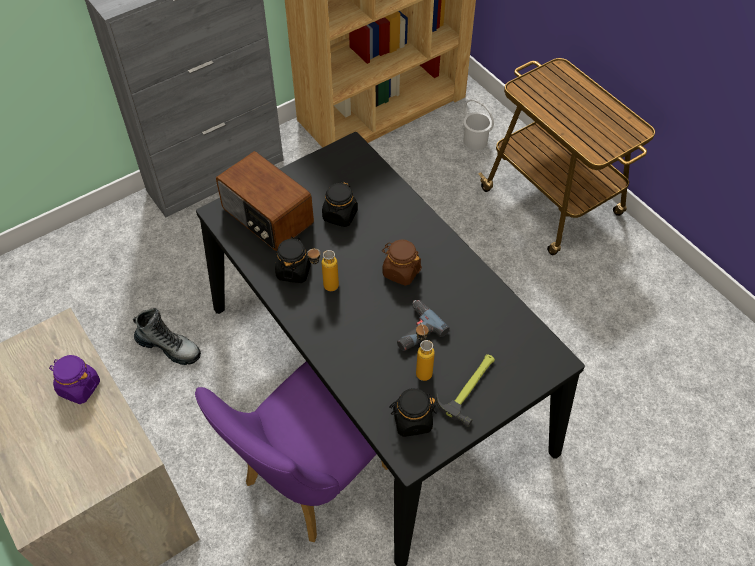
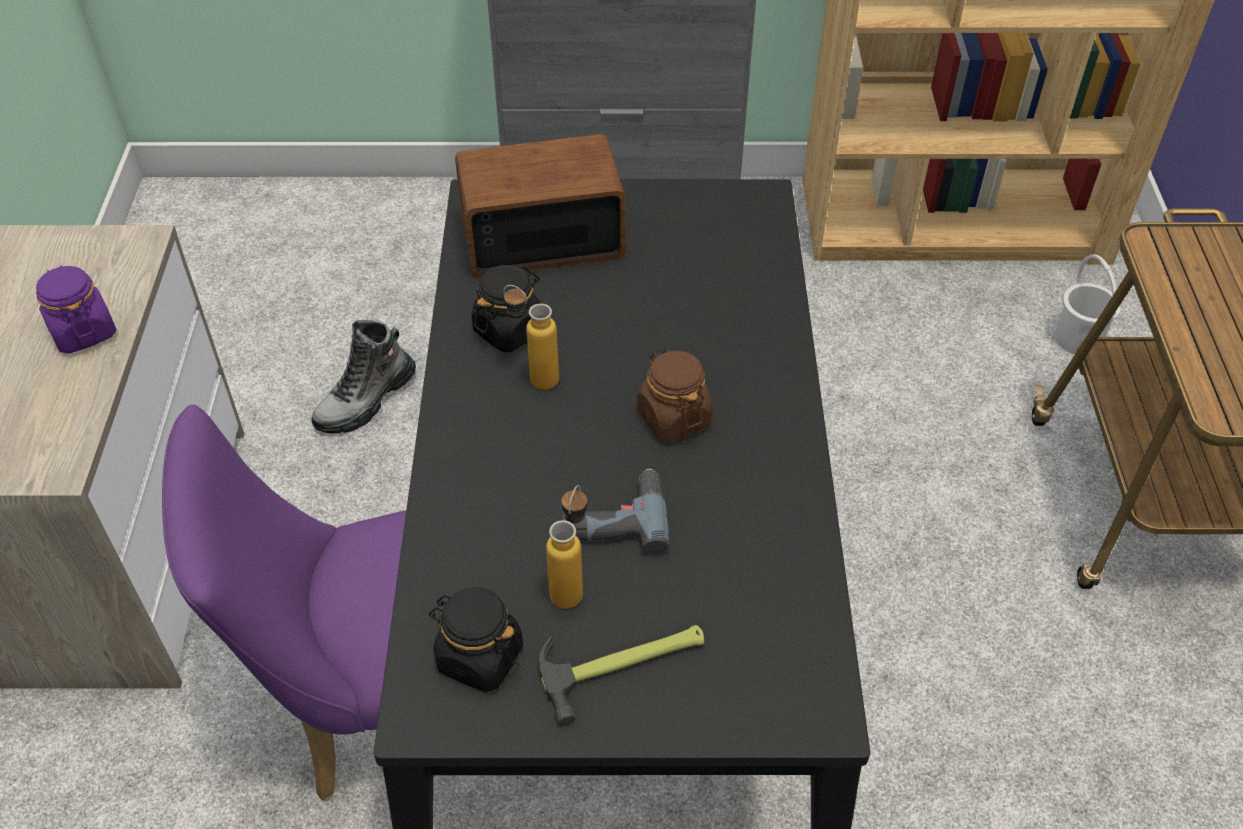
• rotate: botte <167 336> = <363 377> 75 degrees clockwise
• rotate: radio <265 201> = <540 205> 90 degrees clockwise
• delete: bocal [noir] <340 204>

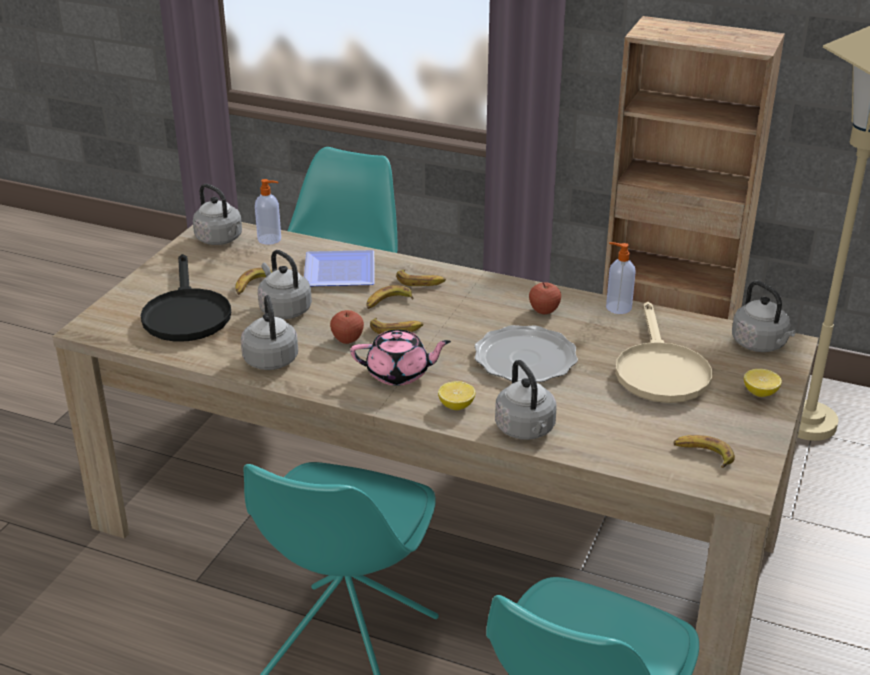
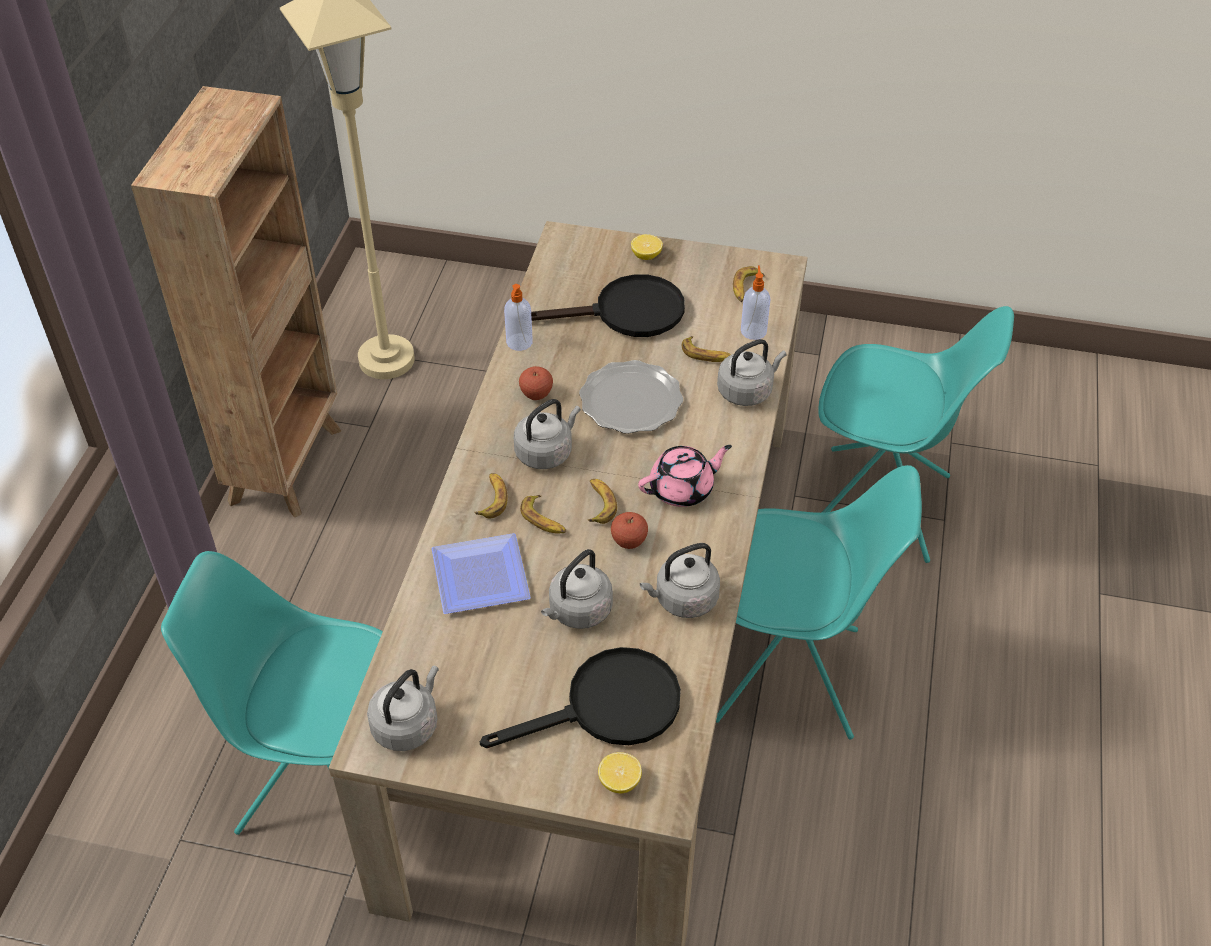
• move: bouilloire [gris] <764 316> to <547 434>
• recolor: poêle [beige] <663 352> to poêle [noir] <608 305>
• move: citron <456 395> to <620 773>
• rotate: théière [rose] <400 358> = <685 476> 75 degrees clockwise
• move: banane <253 281> to <706 349>
• move: distributeur de savon <268 212> to <756 302>

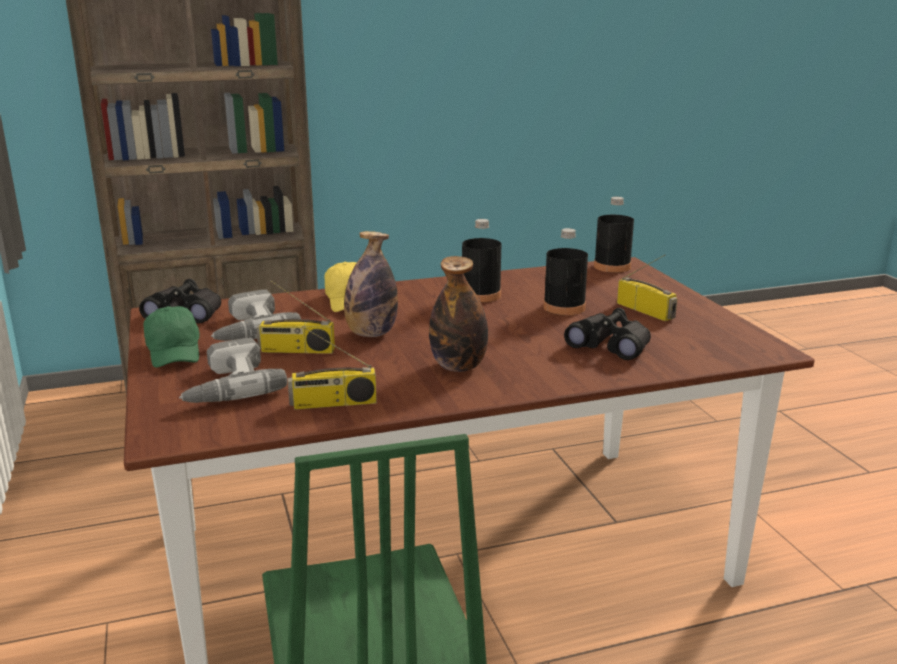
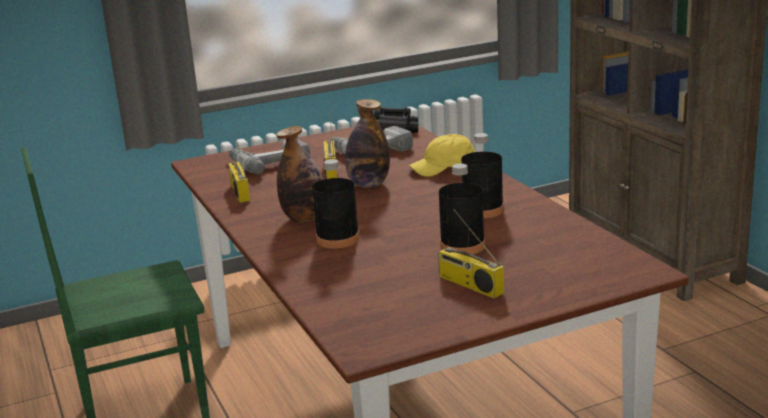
• move: bouteille [noir] <614 235> to <335 203>
• rotate: radio <647 288> = <471 253> 90 degrees clockwise
• delete: casquette [vert] <172 337>
• delete: jumelles [noir] <607 334>

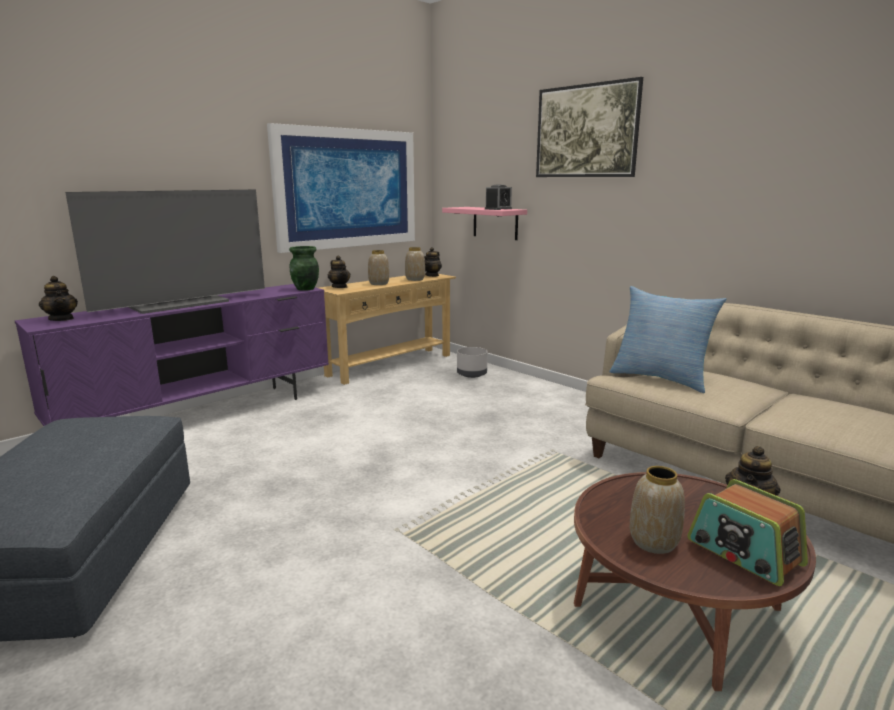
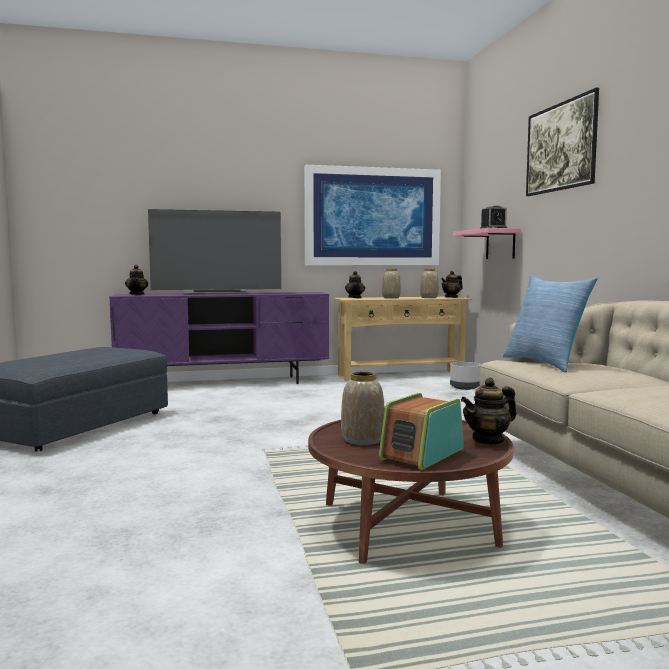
• rotate: radio <747 532> = <421 431> 45 degrees clockwise
• delete: vase [vert] <304 268>

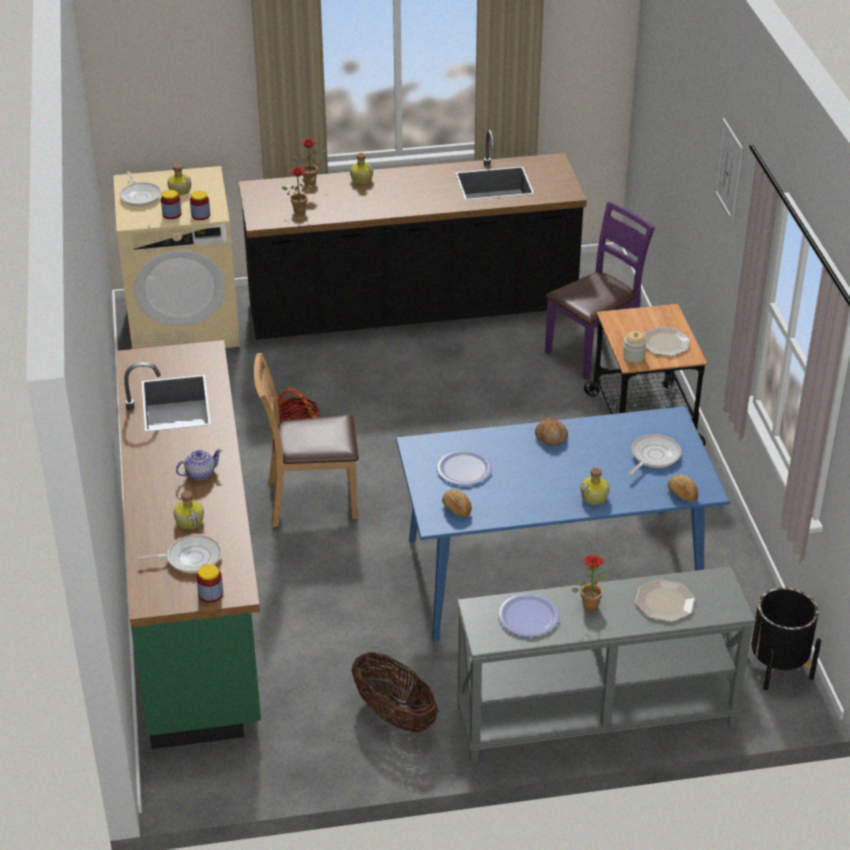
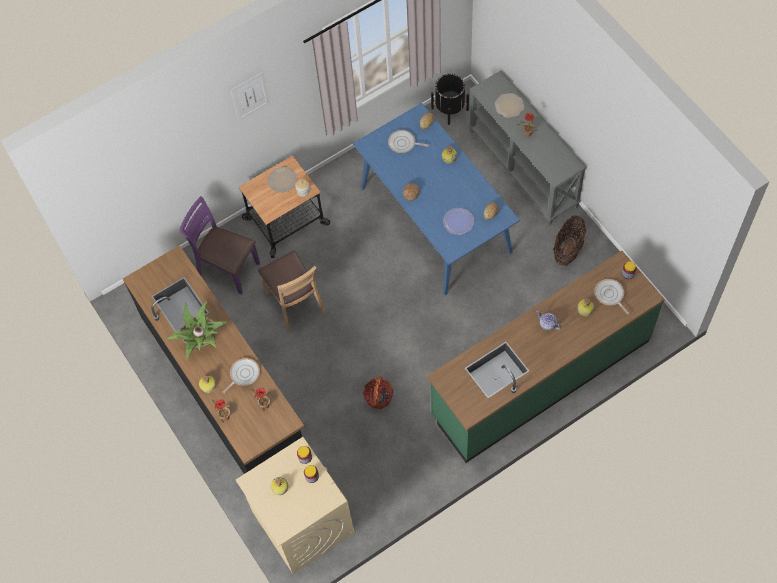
• insert: plante en pot <196 330>
• move: poêle <140 189> to <241 376>
• move: chaise [marron] <306 440> to <291 291>
• delete: assiette <529 615>

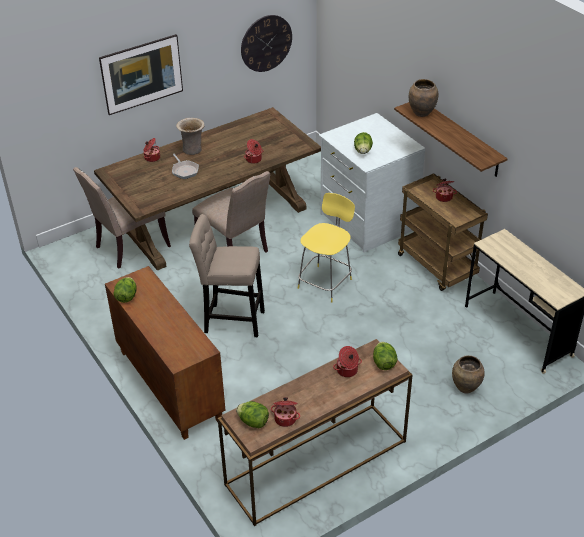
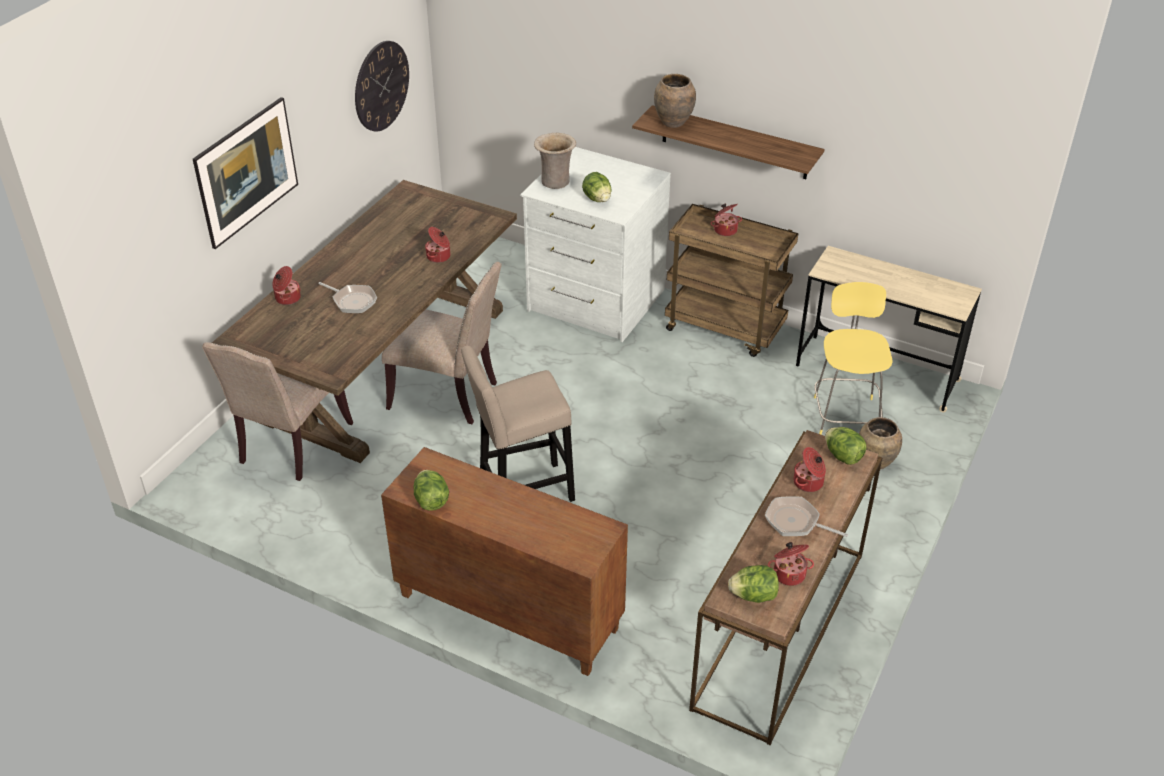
• move: vase [beige] <190 136> to <555 161>
• insert: poêle <806 516>
• move: tabouret [jaune] <326 247> to <853 358>

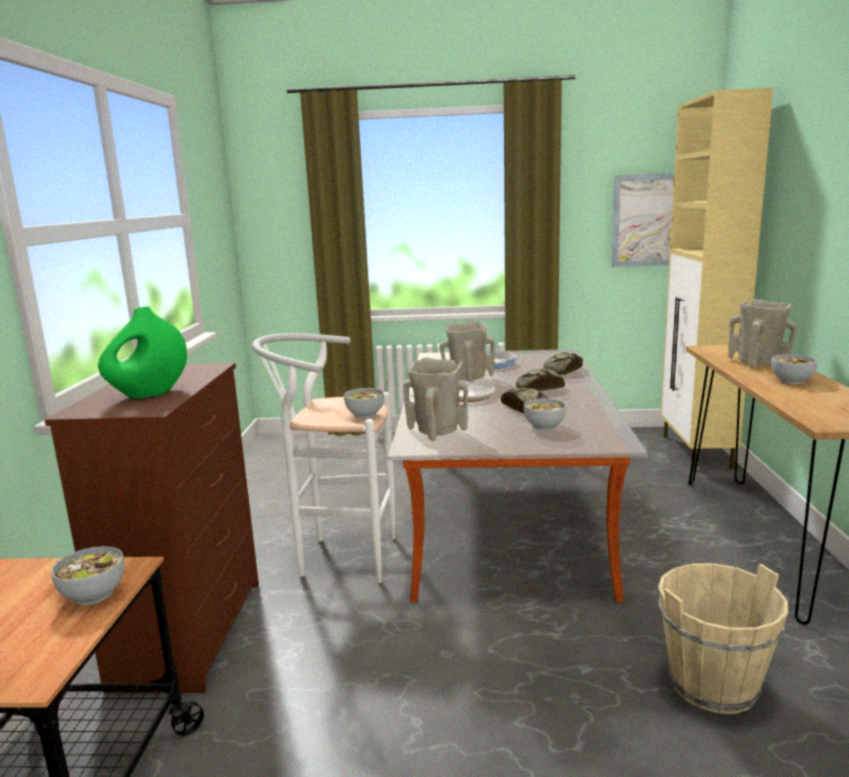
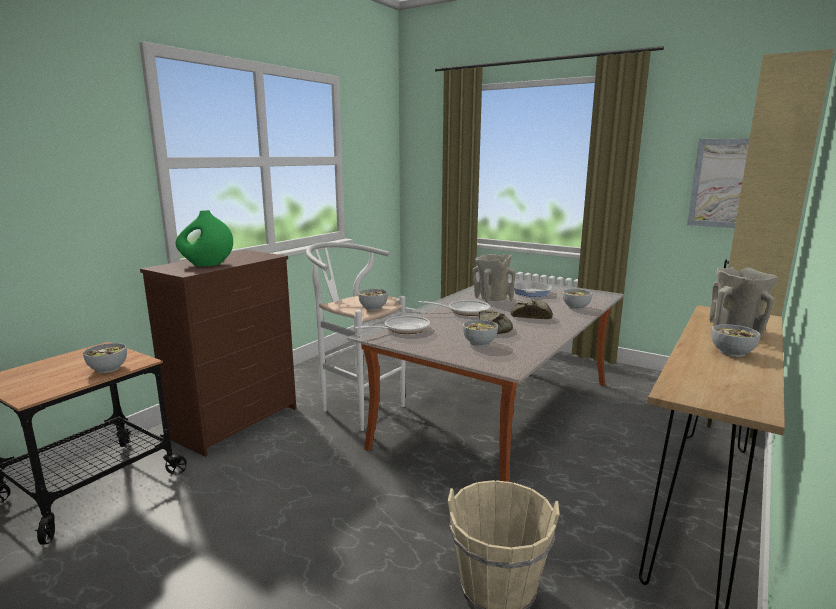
• replace: vase [beige] <435 399> to poêle <392 325>
• replace: pain <563 363> to bol <577 299>

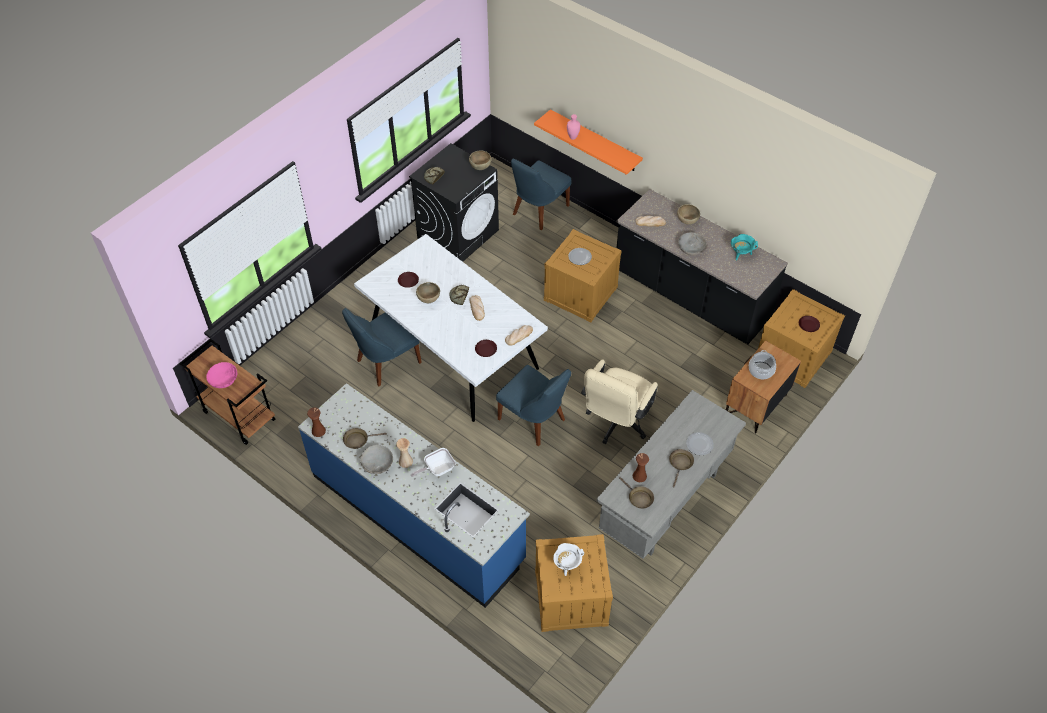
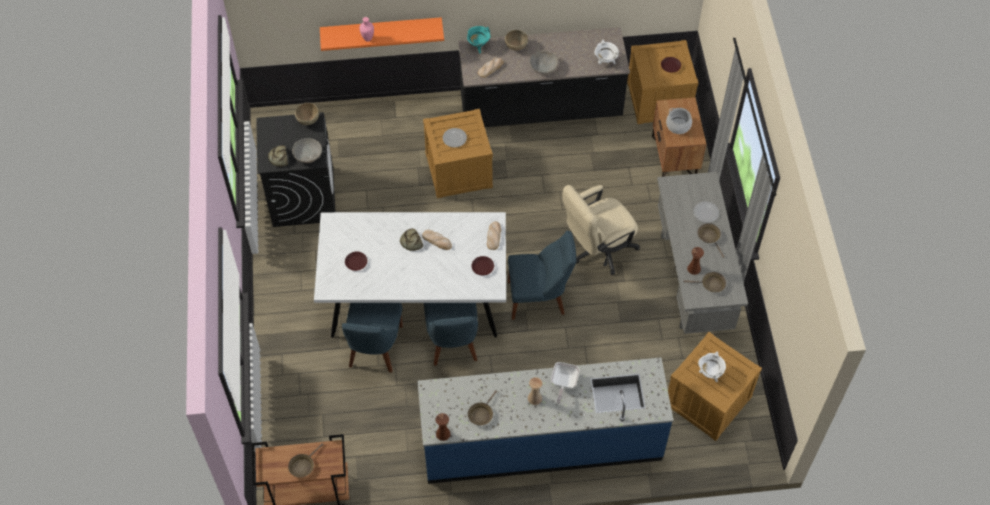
• replace: bol [rose] <221 375> to poêle [marron] <305 460>
• move: bol [gris] <376 459> to <307 150>
• move: chaise [bleu] <541 194> to <451 334>
• move: marmite [turquoise] <744 247> to <478 39>
• rotate: chaise de bureau [beige] <619 401> = <601 230> 75 degrees clockwise
• insert: marmite [blanc] <606 52>
• delete: bol [marron] <428 292>

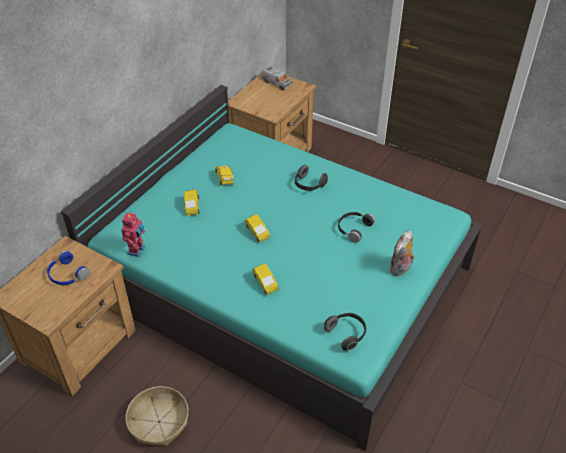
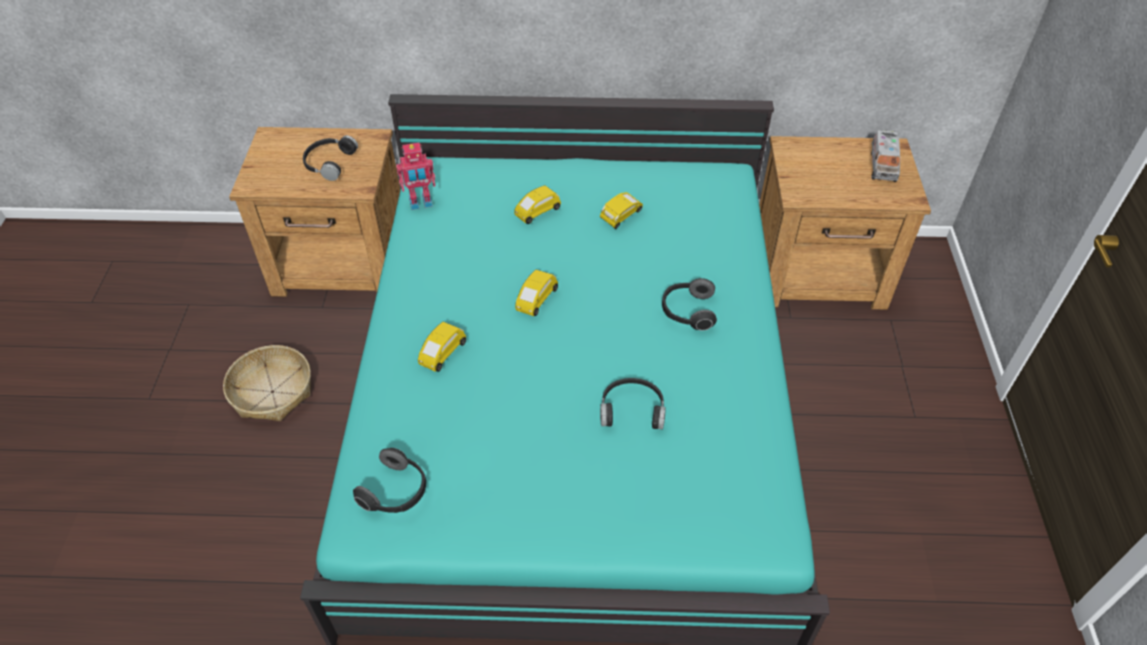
• recolor: casque audio [bleu] <68 267> to casque audio [noir] <330 158>
• delete: peluche <402 253>

